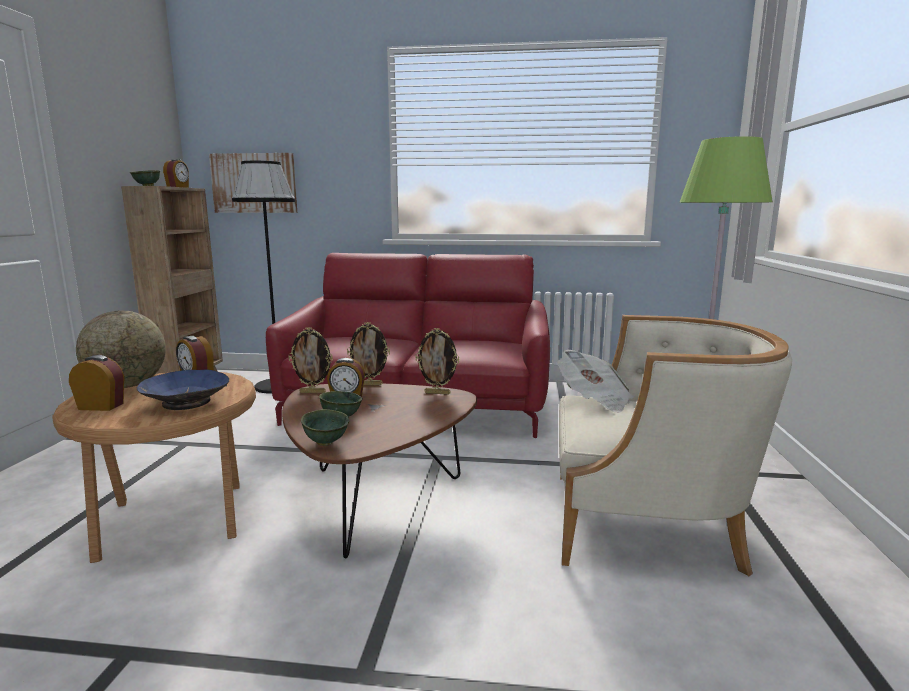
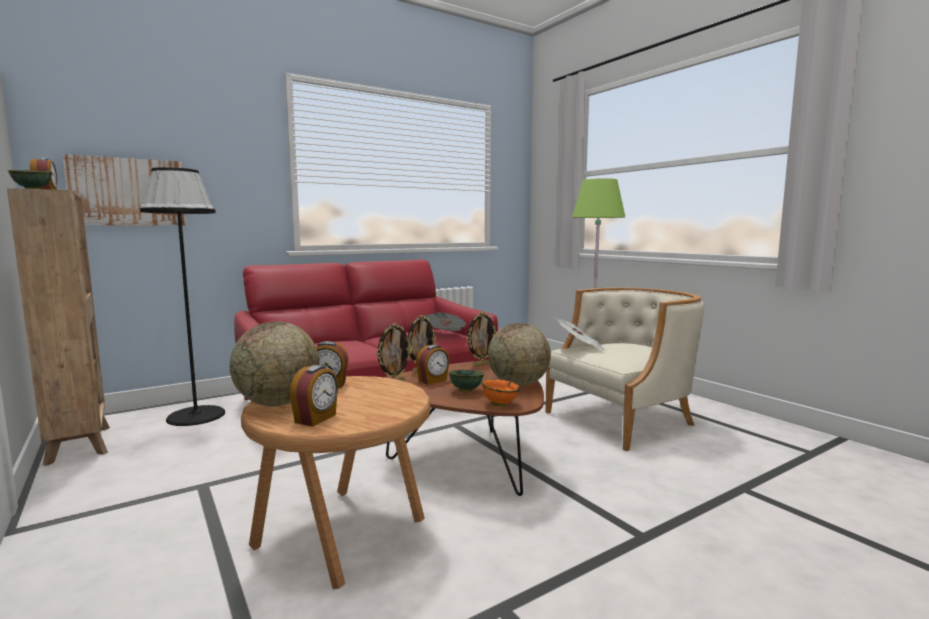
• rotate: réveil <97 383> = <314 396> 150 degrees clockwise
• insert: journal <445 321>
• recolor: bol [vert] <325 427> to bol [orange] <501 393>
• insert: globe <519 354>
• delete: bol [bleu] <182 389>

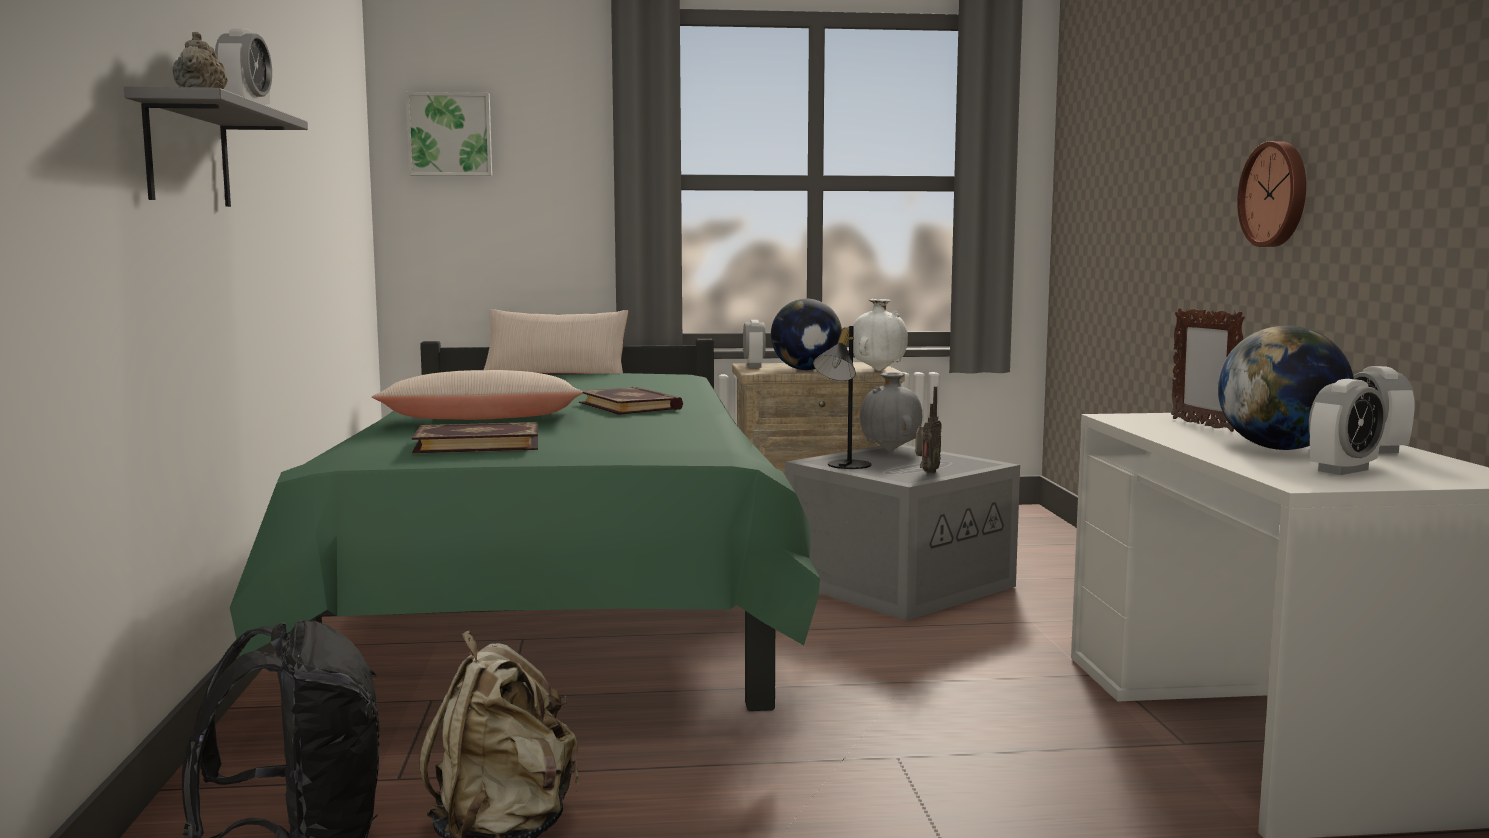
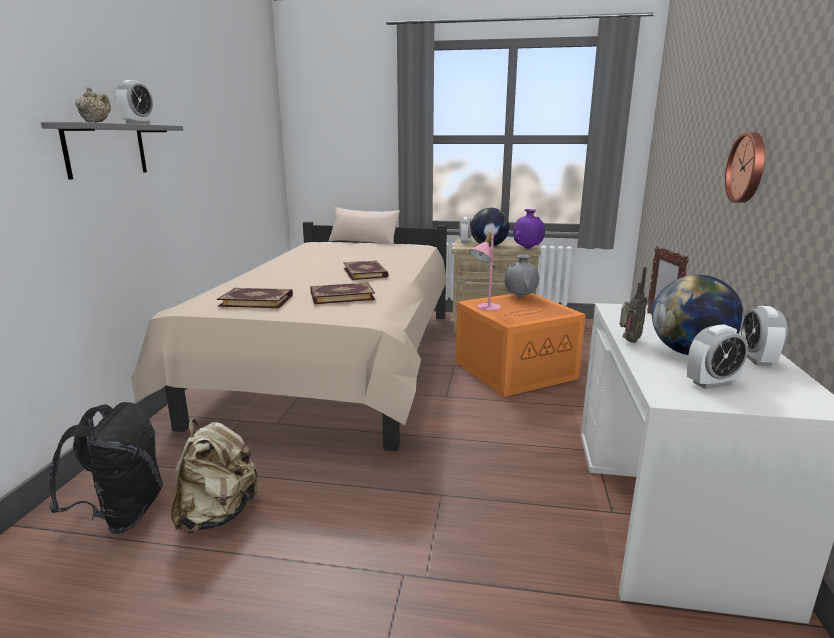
• recolor: lit [vert] <525 525> to lit [beige] <289 336>
• insert: livre <342 293>
• recolor: boîte de rangement [gris] <902 533> to boîte de rangement [orange] <521 345>
• recolor: lampe de table [noir] <842 397> to lampe de table [rose] <485 271>
• recolor: vase [blanc] <880 335> to vase [violet] <529 229>
• move: radio <928 430> to <633 305>
• delete: coussin [beige] <477 395>
• delete: tableau <449 134>

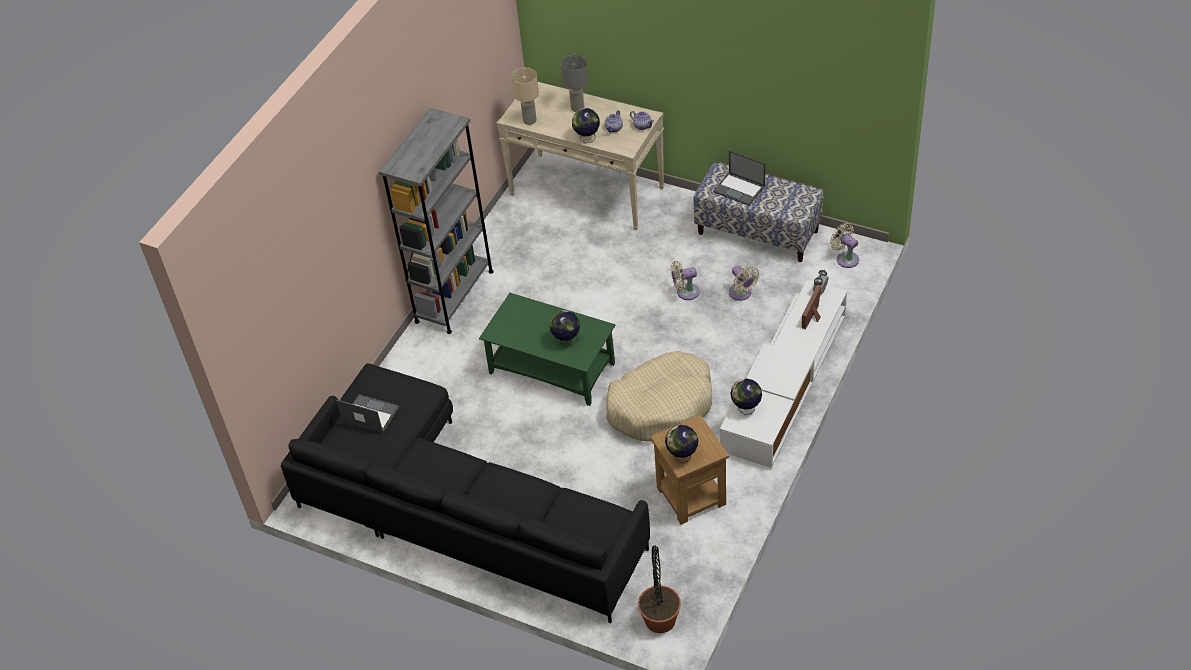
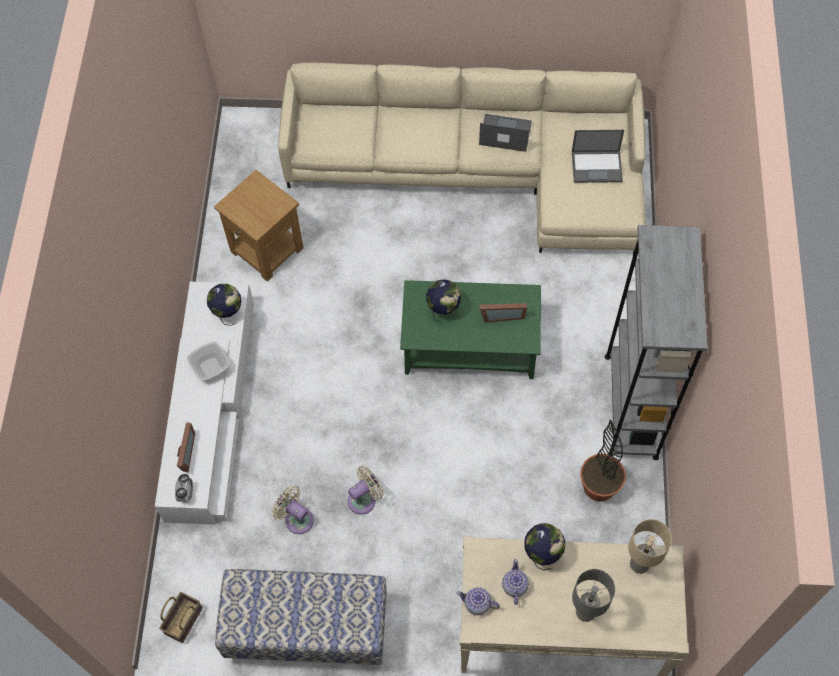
• replace: ventilateur [beige] <844 245> to panier <181 617>
• insert: bol <208 361>
• recolor: canapé [noir] <465 493> to canapé [beige] <462 158>
• move: ordinateur portable <739 178> to <505 133>
• insert: cadre photo <503 312>
• move: plante en pot <659 589> to <603 460>
• delete: panier pour chien [beige] <659 396>
• delete: globe <681 444>

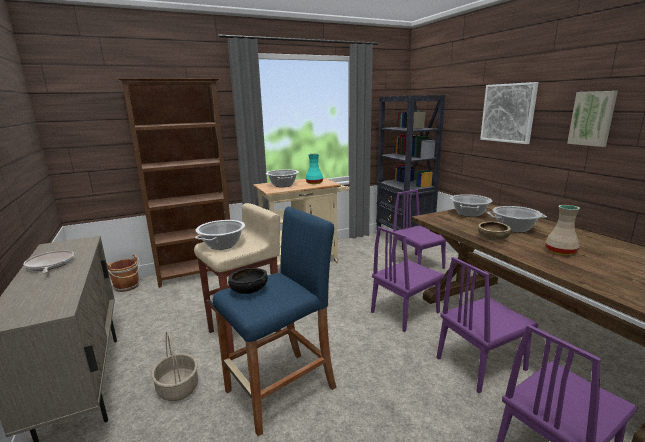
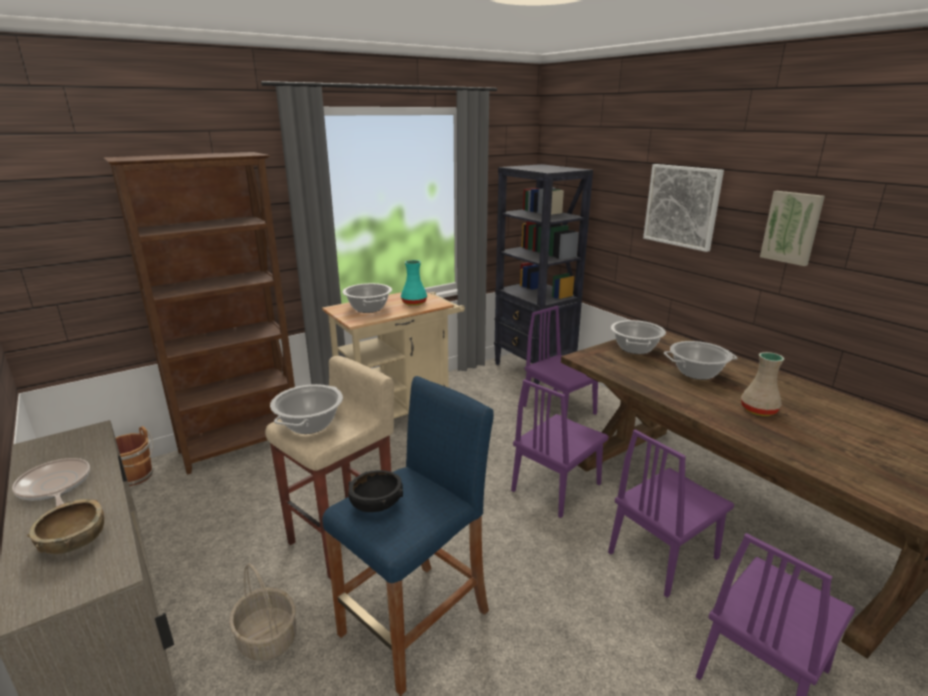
• move: bol [marron] <494 231> to <65 526>

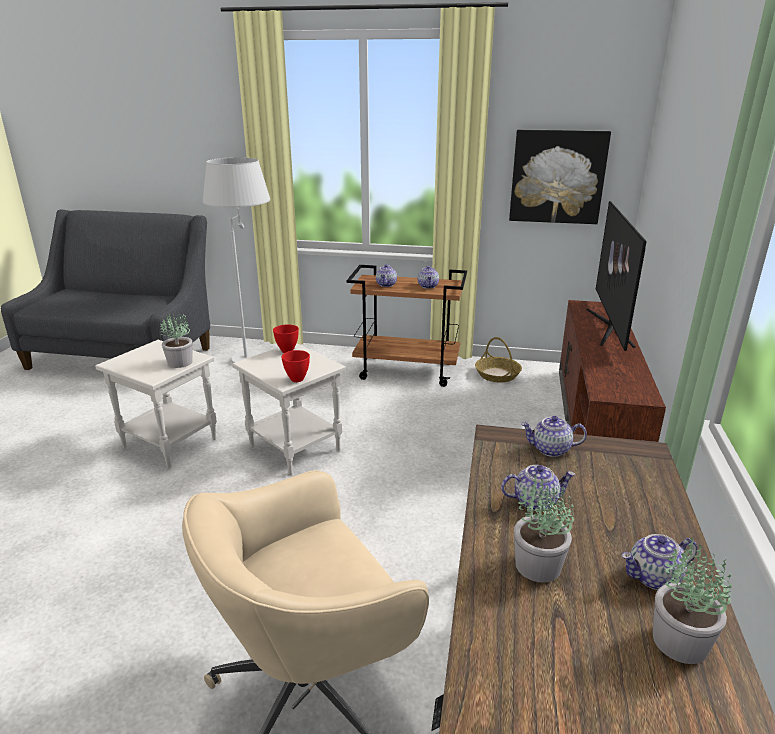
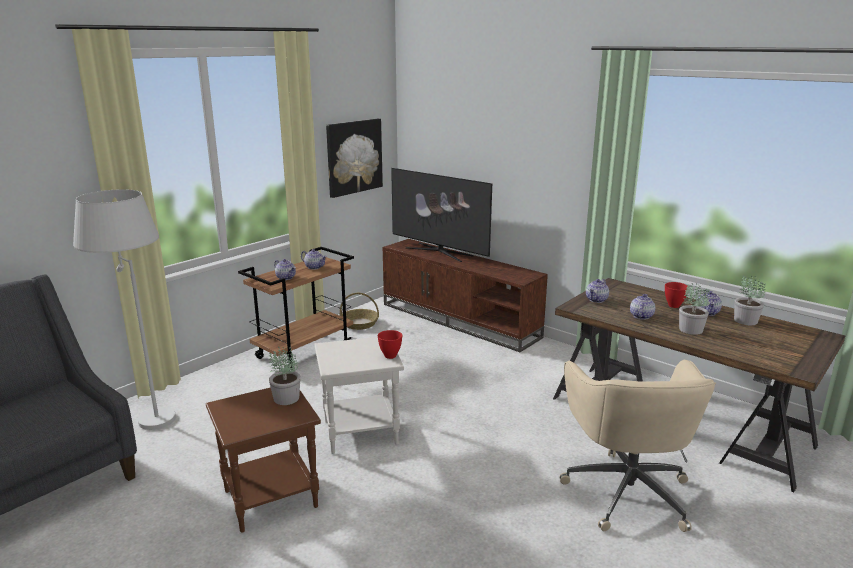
• recolor: table d'appoint [blanc] <156 404> to table d'appoint [marron] <263 460>
• move: bol [rouge] <286 338> to <677 295>

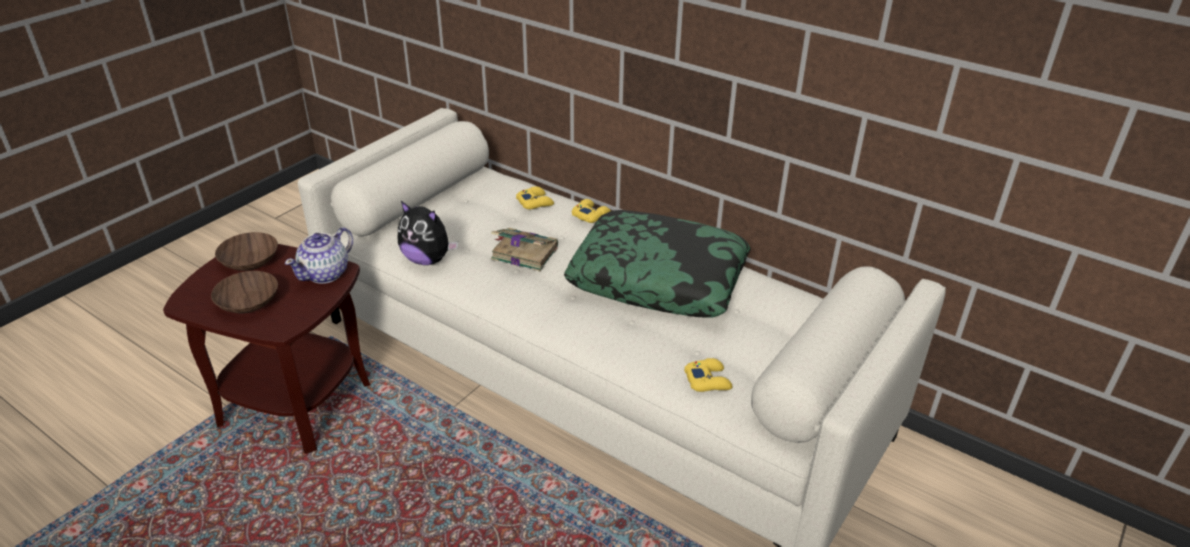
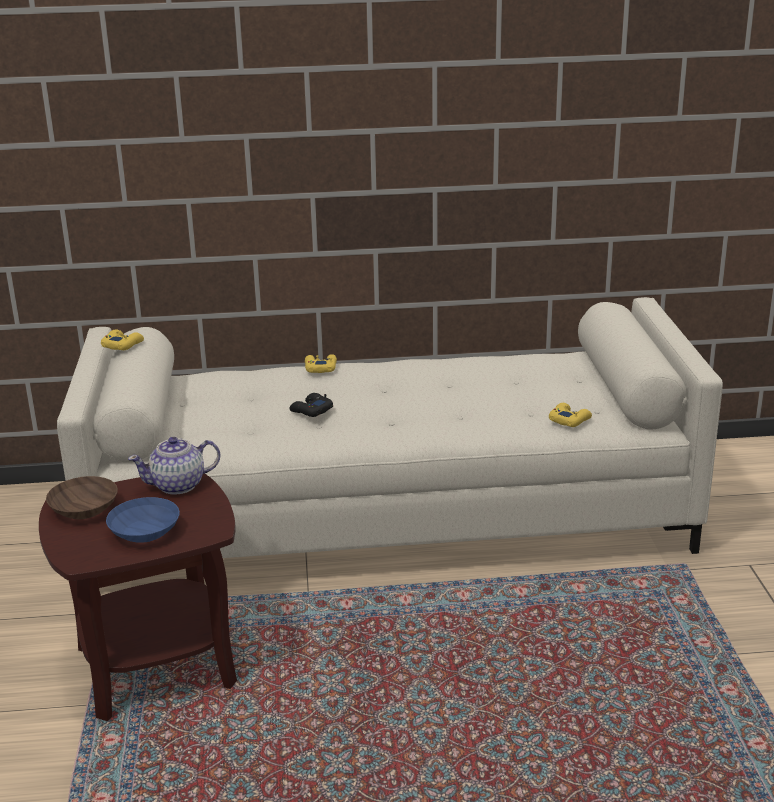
• move: manette [jaune] <535 197> to <122 339>
• recolor: bol [marron] <244 292> to bol [bleu] <143 520>
• rotate: théière <319 255> = <174 466> 75 degrees clockwise
• replace: livre <524 249> to manette [noir] <311 405>
• delete: peluche <428 233>
• delete: coussin <657 264>

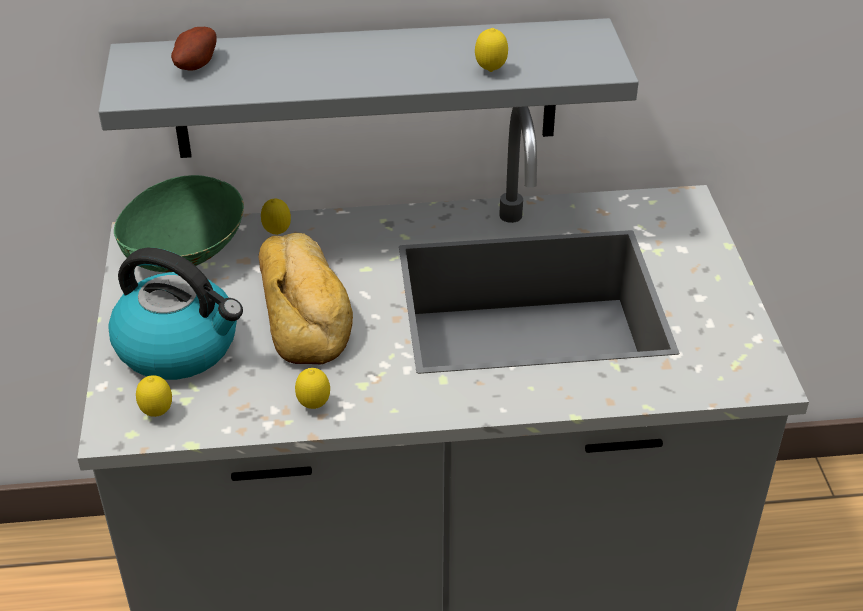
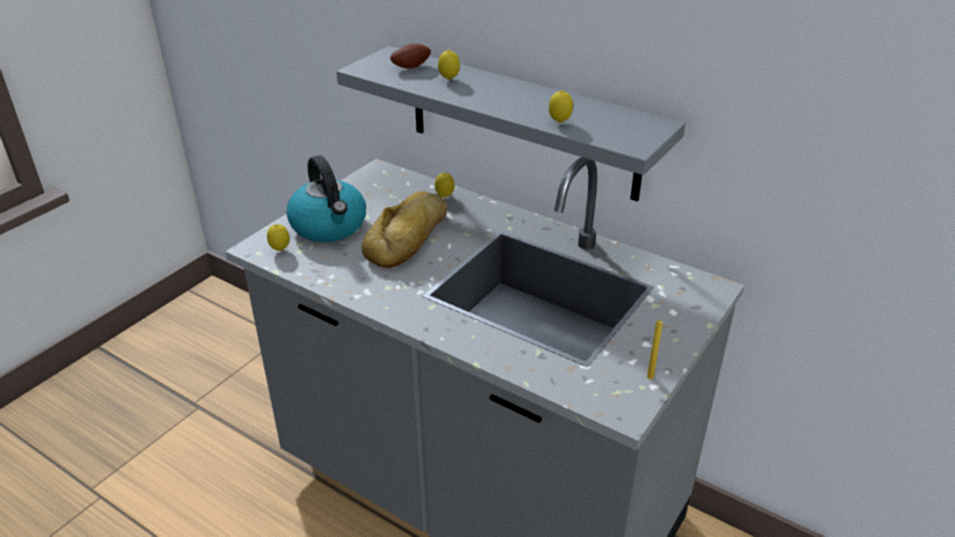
• move: citron <312 388> to <449 65>
• insert: bougie [jaune] <655 349>
• delete: bol [vert] <179 223>

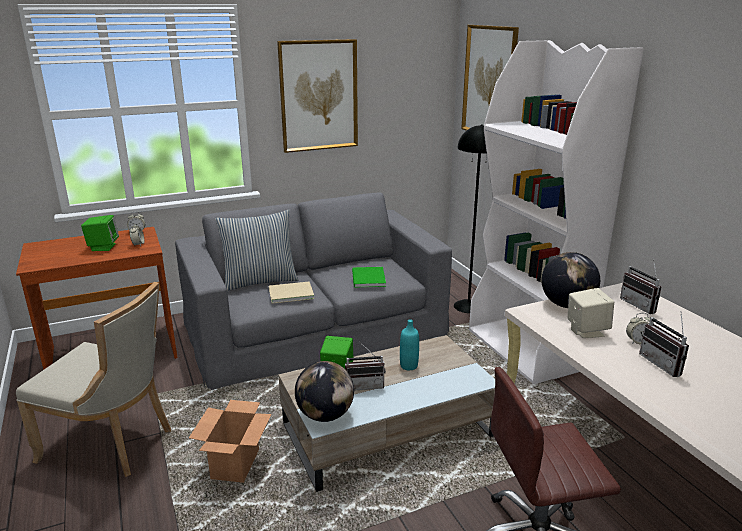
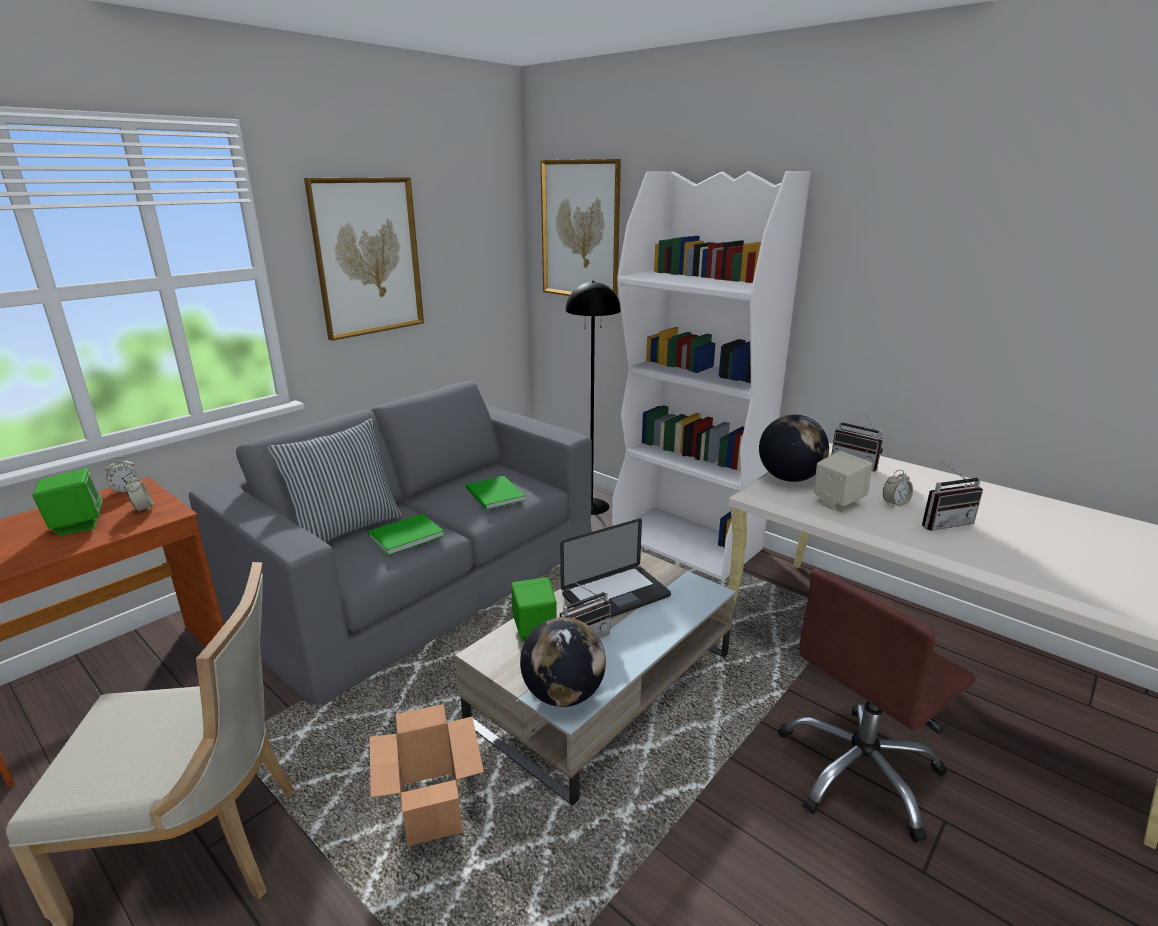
• recolor: livre [beige] <291 293> to livre [vert] <406 535>
• replace: bouteille [turquoise] <409 344> to ordinateur portable <615 568>
• rotate: radio <664 345> = <952 496> 60 degrees counterclockwise

